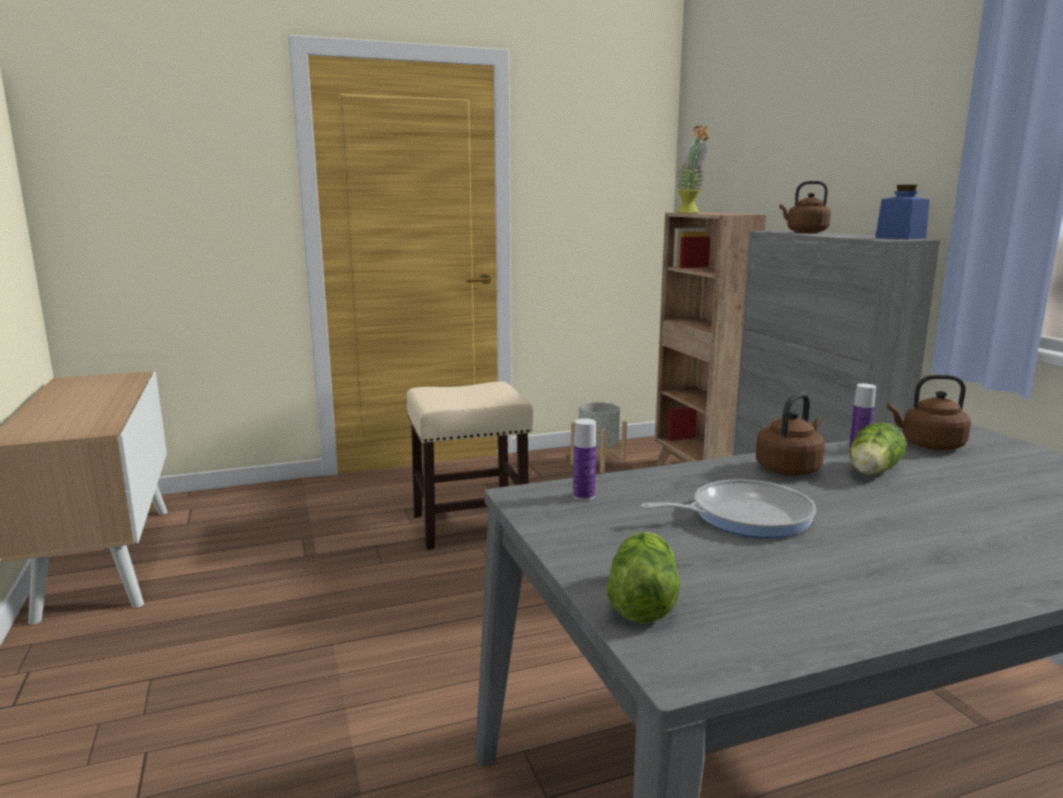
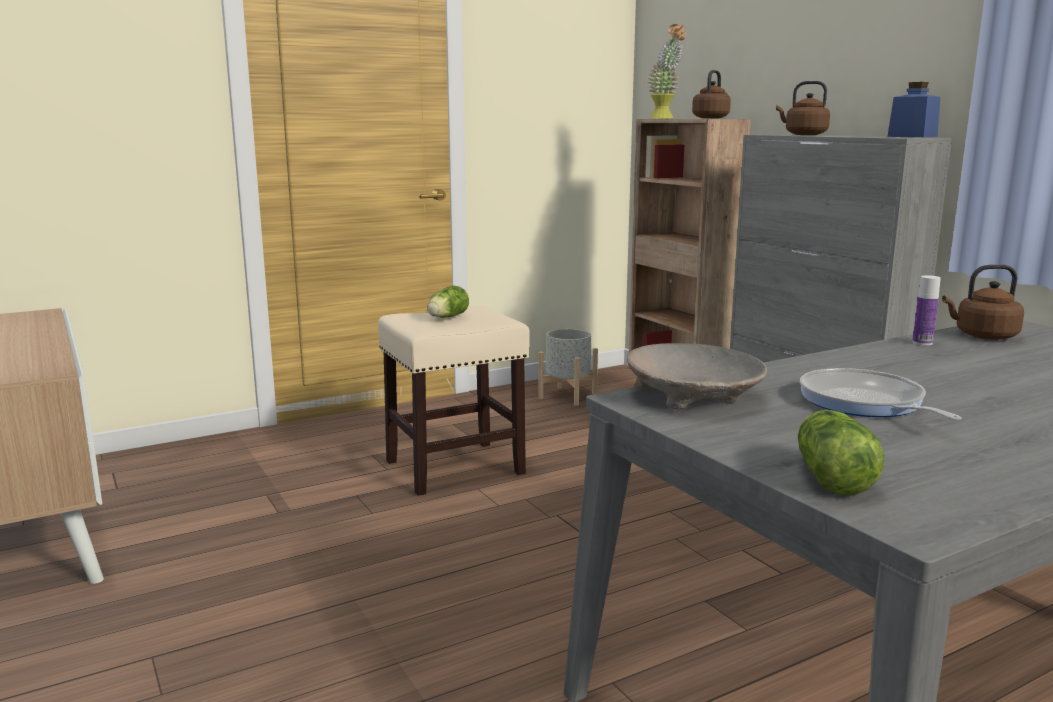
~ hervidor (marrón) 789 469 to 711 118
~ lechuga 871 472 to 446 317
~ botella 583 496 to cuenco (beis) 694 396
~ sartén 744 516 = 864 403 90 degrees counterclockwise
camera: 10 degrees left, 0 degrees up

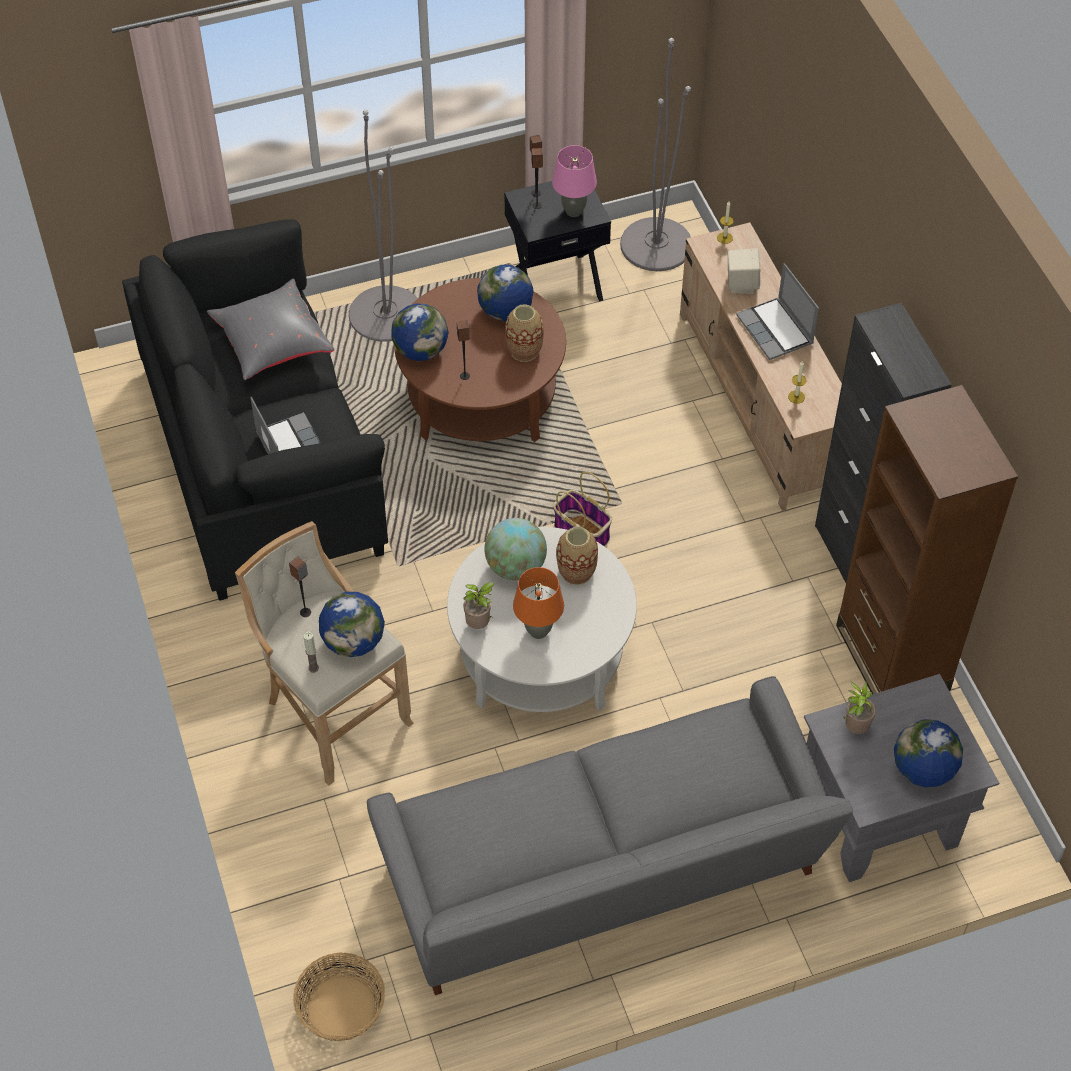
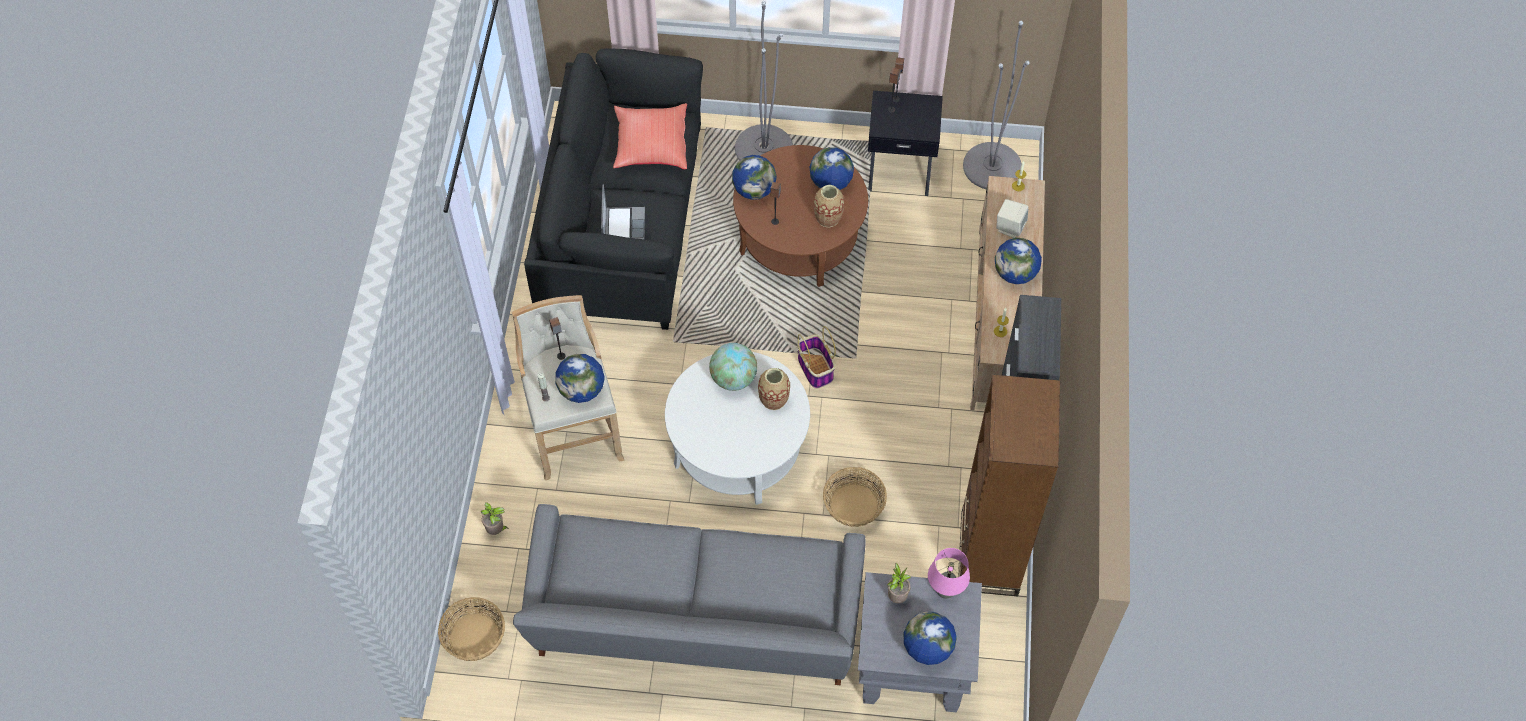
- lámpara de mesa (naranja) 538 631
+ cesta 853 505
~ planta en maceta 479 624 to 496 530
~ lámpara de mesa (rosa) 573 211 to 945 591
~ portátil 776 330 to globo terráqueo 1015 274
~ cojín (gris) 272 344 to cojín (rojo) 651 146
camera: 25 degrees right, 5 degrees up

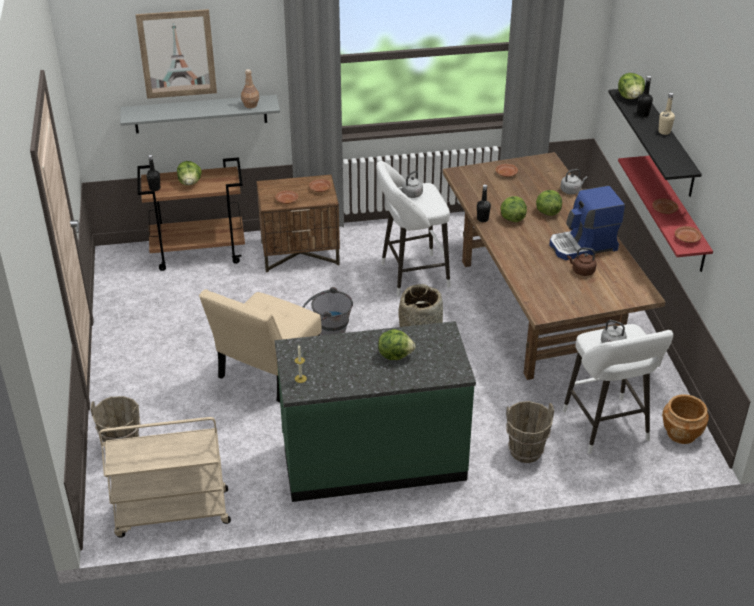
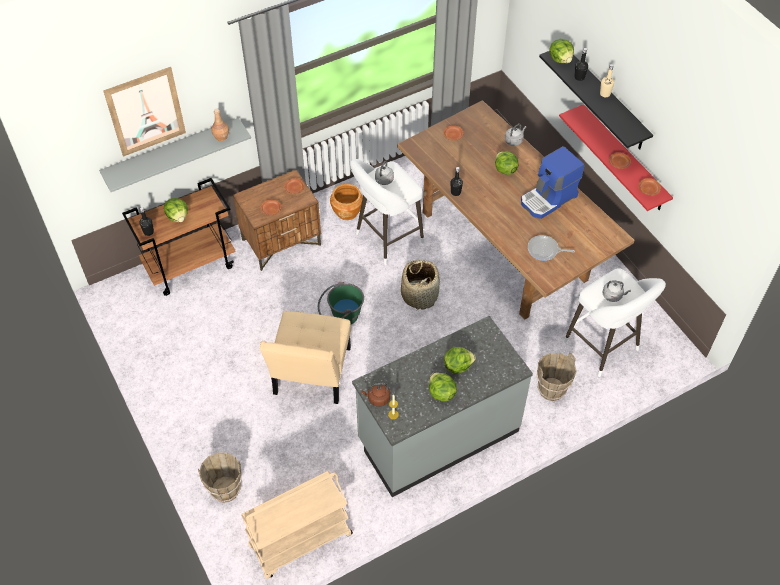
+ sartén 544 250
~ lechuga 512 218 to 441 393
~ hervidor (marrón) 582 271 to 377 398
~ maceta (marrón) 681 433 to 347 212
~ mueble bajo de cocina (verde) 373 459 to mueble bajo de cocina (gris) 438 435
~ cubo (gris) 326 329 to cubo (verde) 341 317
camera: 20 degrees left, 15 degrees up

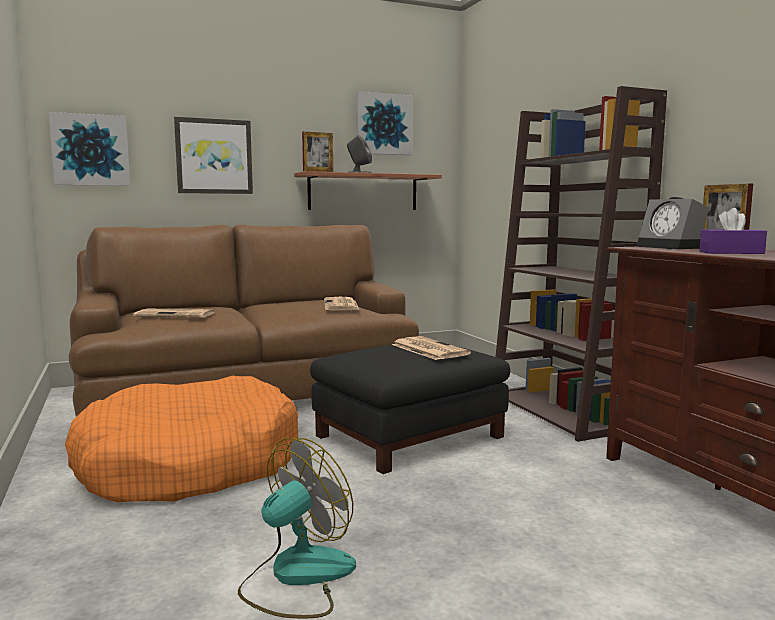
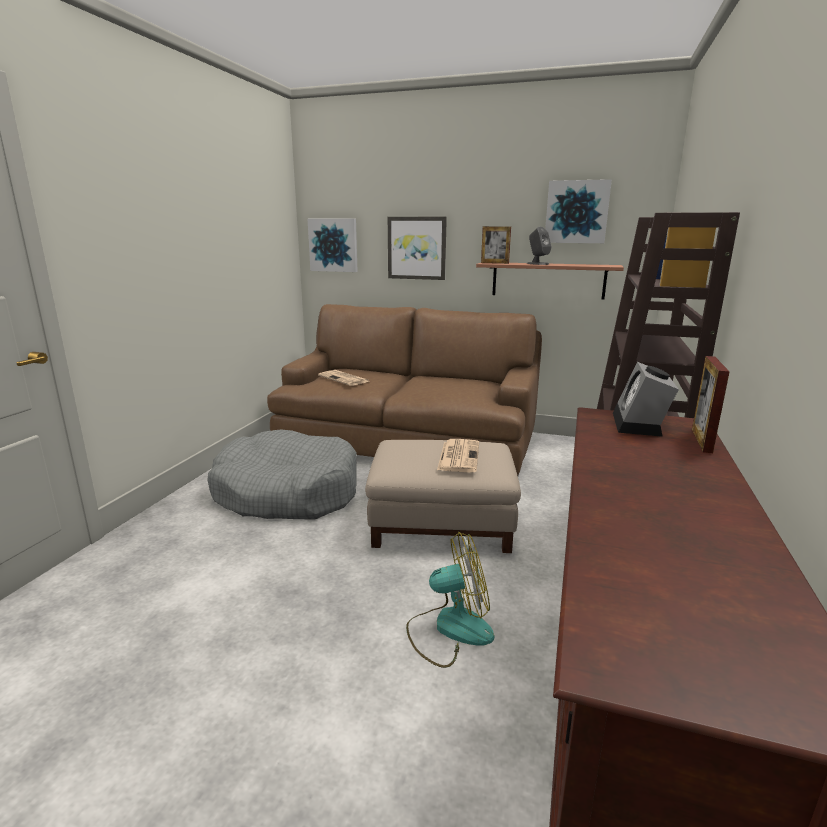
- periódico 341 305
- caja de pañuelos (morado) 731 252
~ ventilador 297 576 to 449 629
~ cama para perro (naranja) 189 465 to cama para perro (gris) 287 492
~ puf (negro) 409 436 to puf (beis) 442 522
camera: 40 degrees right, 10 degrees up

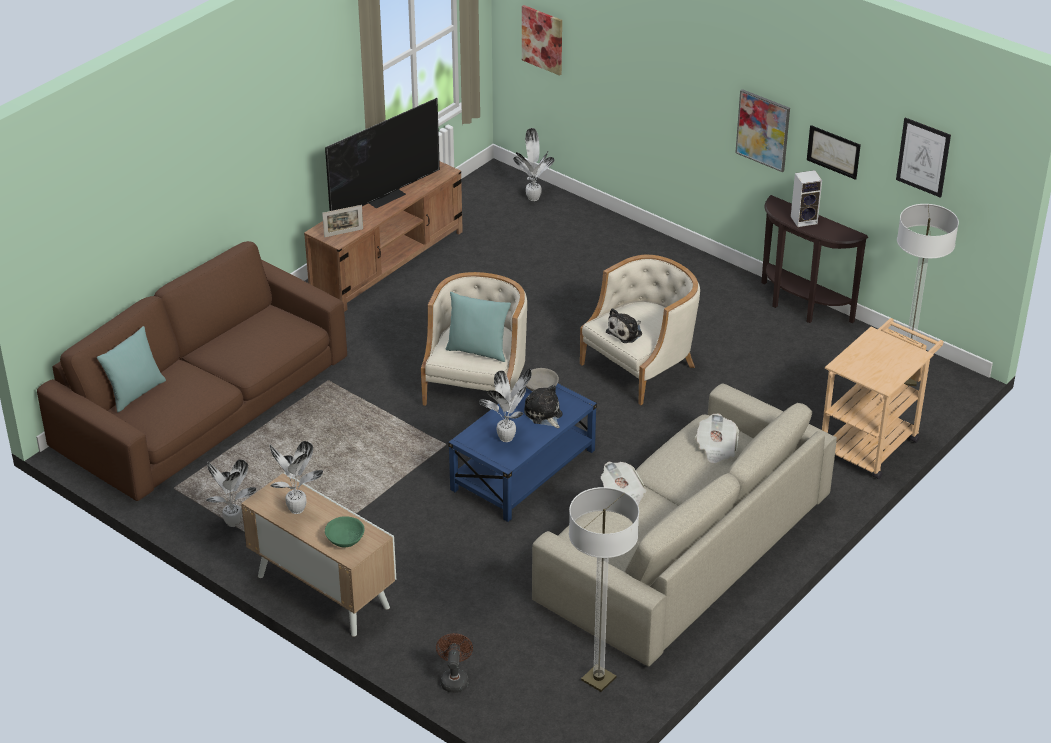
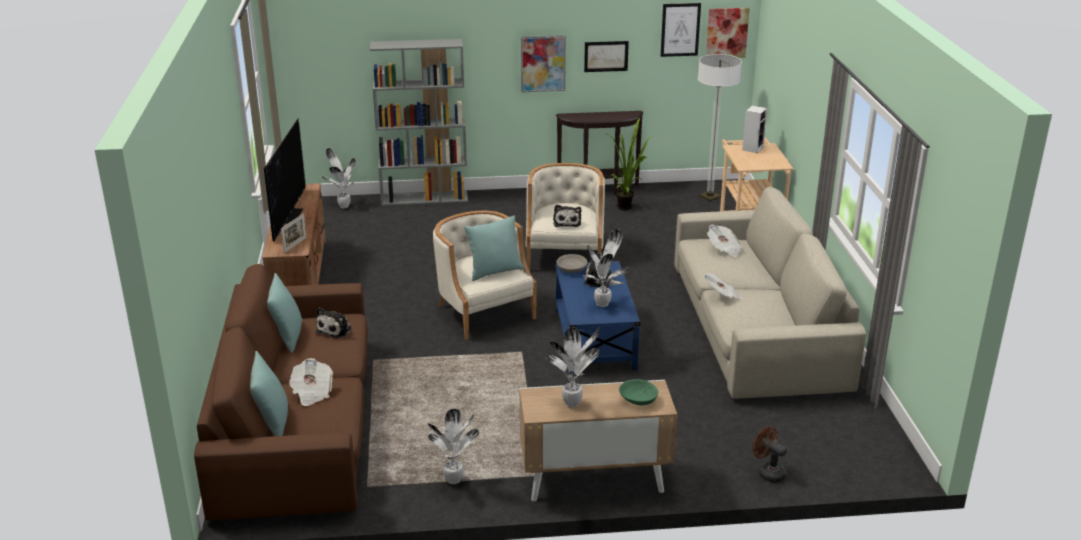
- lámpara de pie 598 679
+ cojín (turquesa) 287 337
+ periódico 312 392
+ peluche 335 330
+ estantería (gris) 425 198
+ planta en maceta 627 206
~ cuadro 542 39 to 726 33
~ altavoz 804 219 to 752 148
camera: 45 degrees left, 10 degrees down

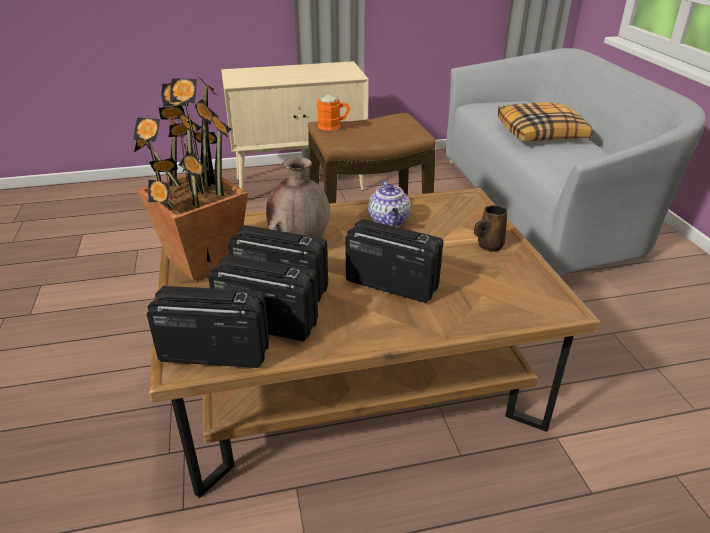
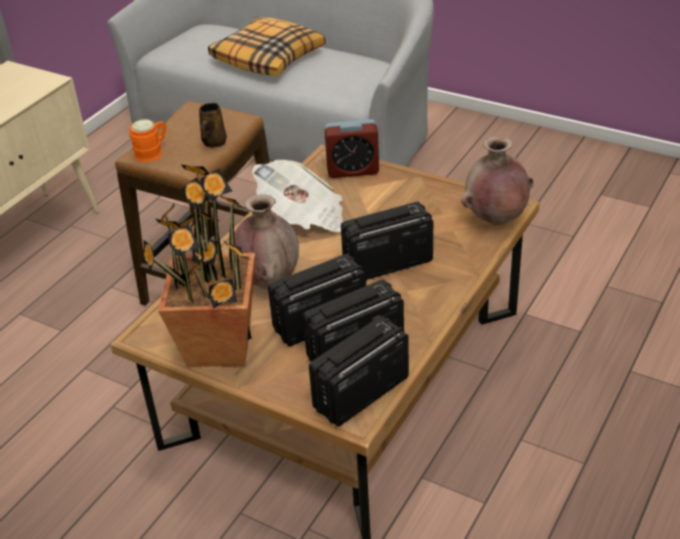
+ despertador 353 170
+ florero (marrón) 495 219
~ taza grande (marrón) 488 246 to 213 143
~ tetera 389 221 to periódico 303 217
camera: 45 degrees left, 5 degrees up

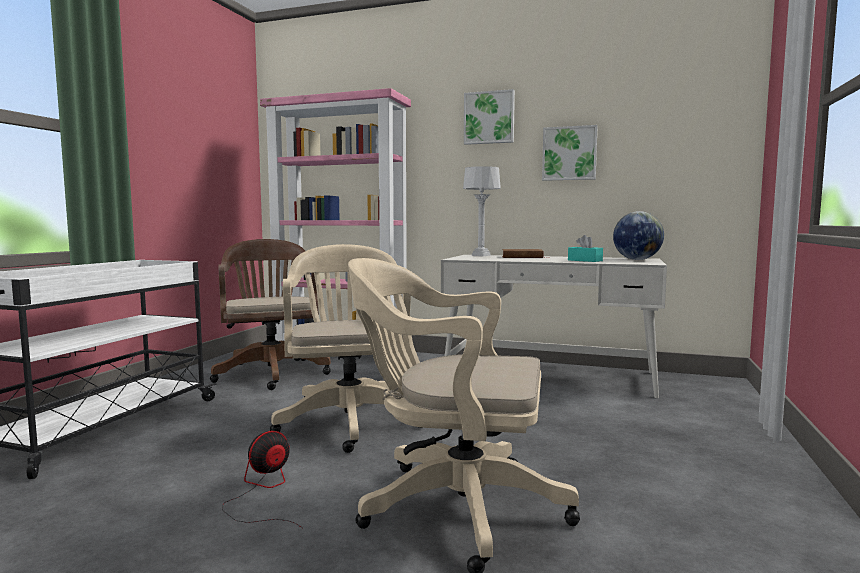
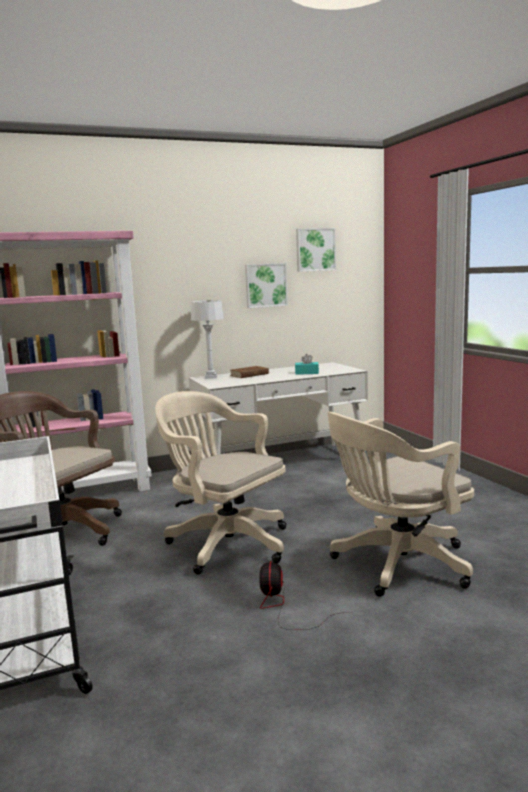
- globo terráqueo 637 259
~ cuadro 489 118 to 315 250
camera: 40 degrees left, 5 degrees up

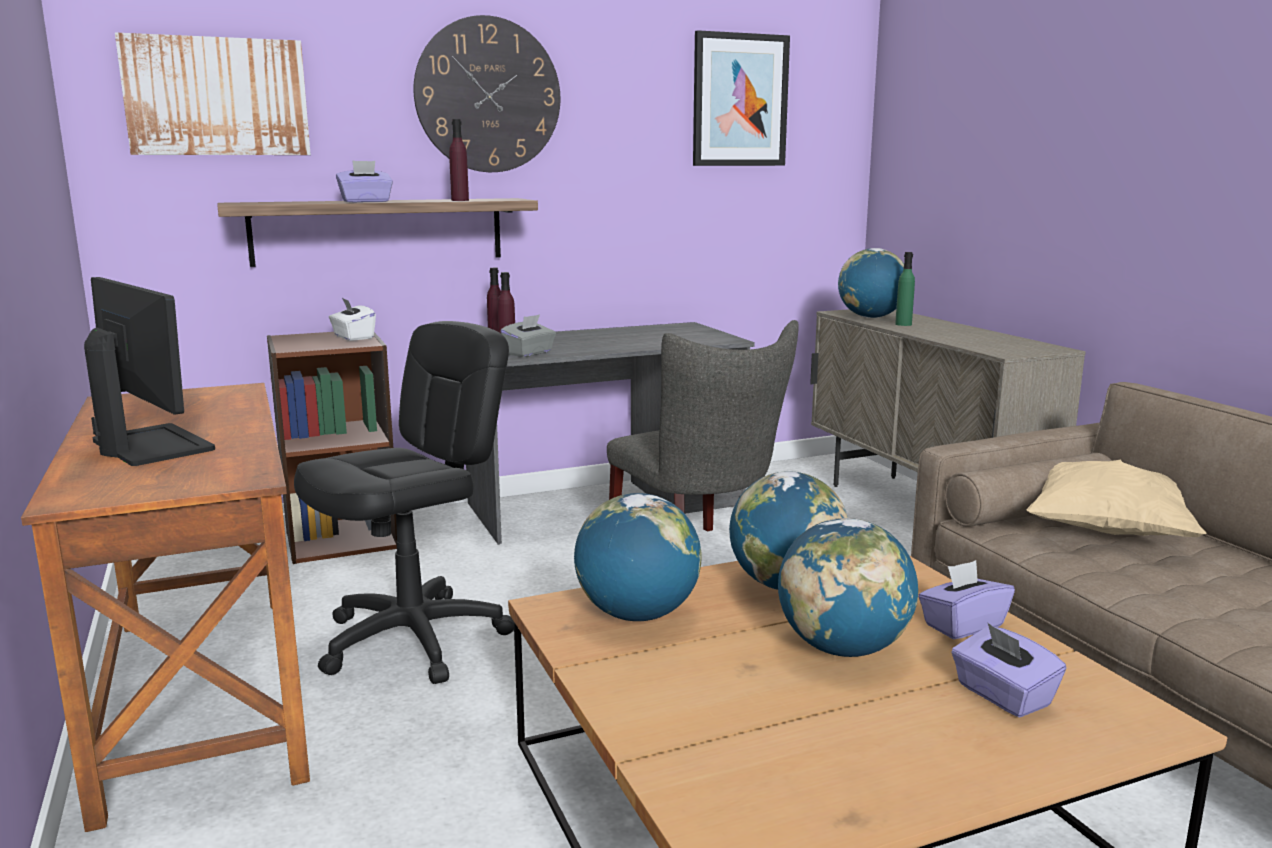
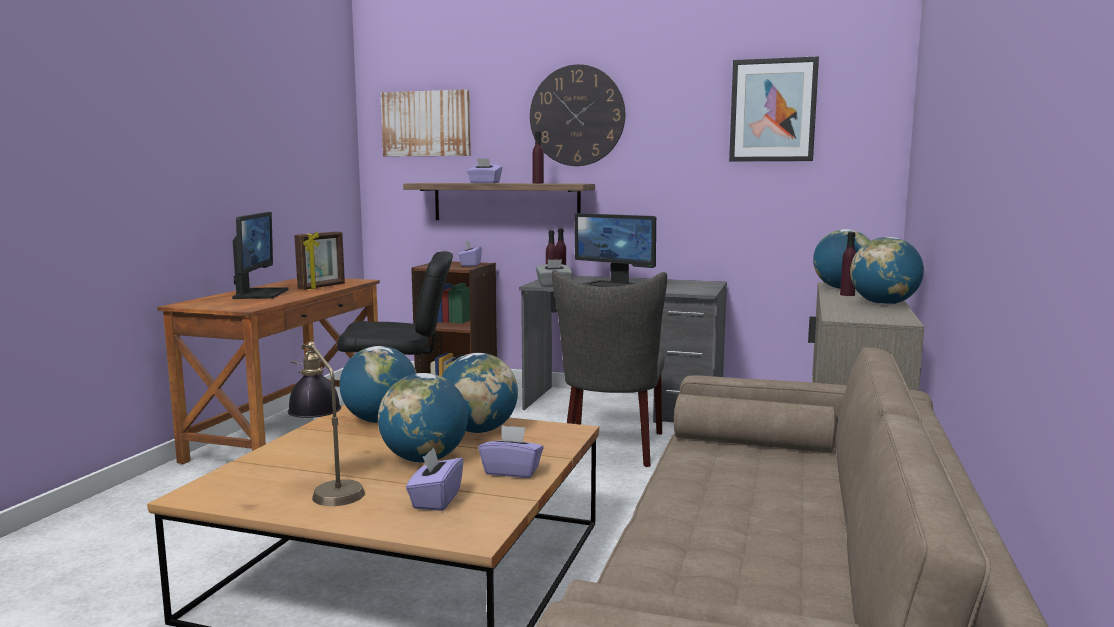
- cojín (beis) 1105 531
+ lámpara de mesa 328 488
+ portarretratos 322 287
+ monitor 613 285
+ globo terráqueo 884 304
~ caja de pañuelos (blanco) 353 337 to caja de pañuelos (morado) 470 265
~ botella (verde) 903 324 to botella (morado) 847 295
camera: 40 degrees right, 5 degrees down

